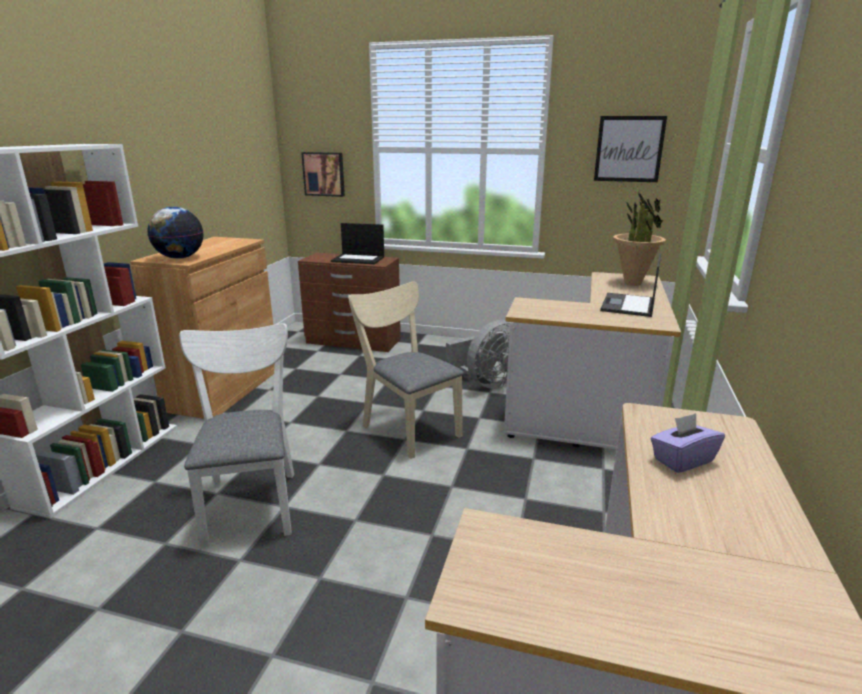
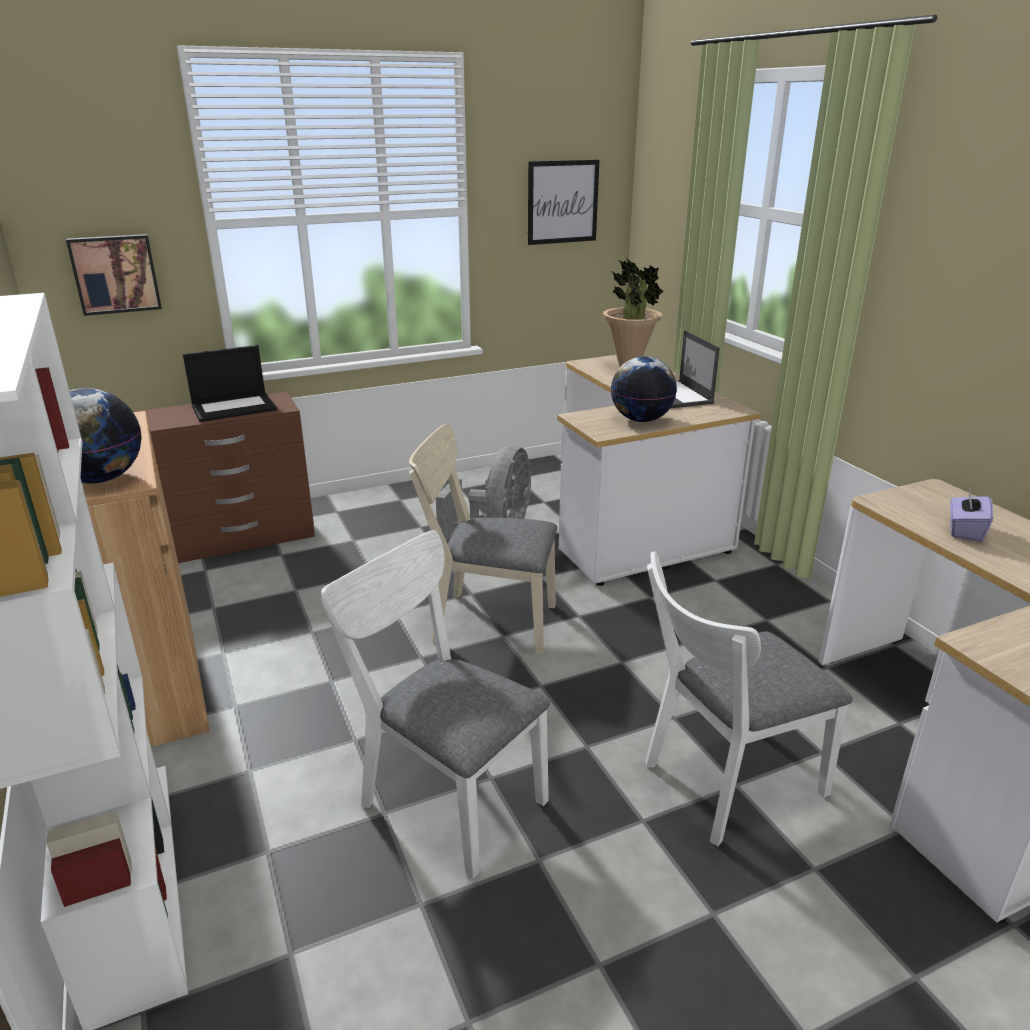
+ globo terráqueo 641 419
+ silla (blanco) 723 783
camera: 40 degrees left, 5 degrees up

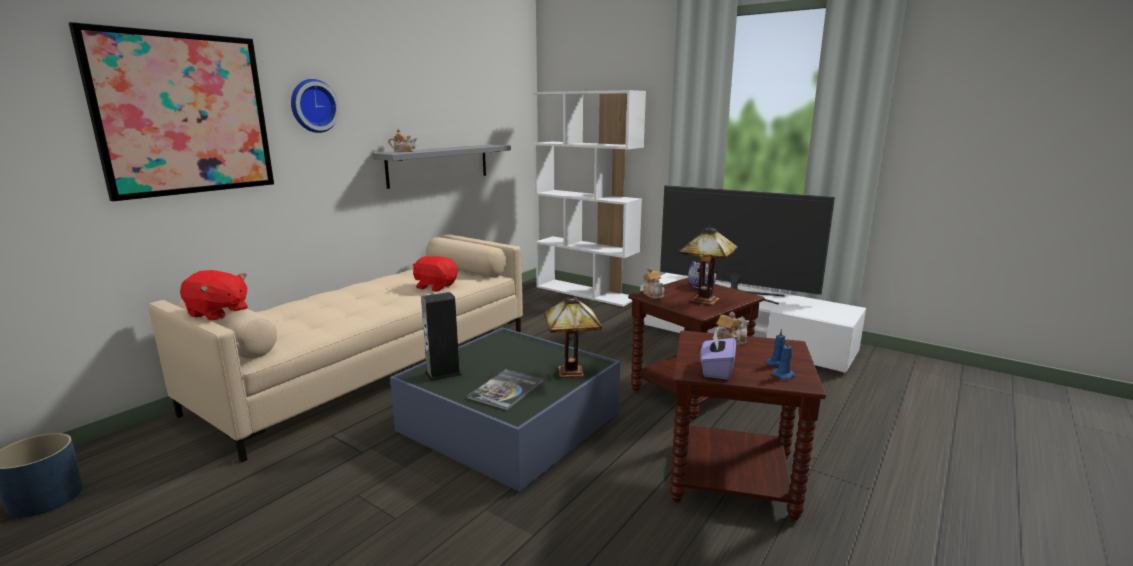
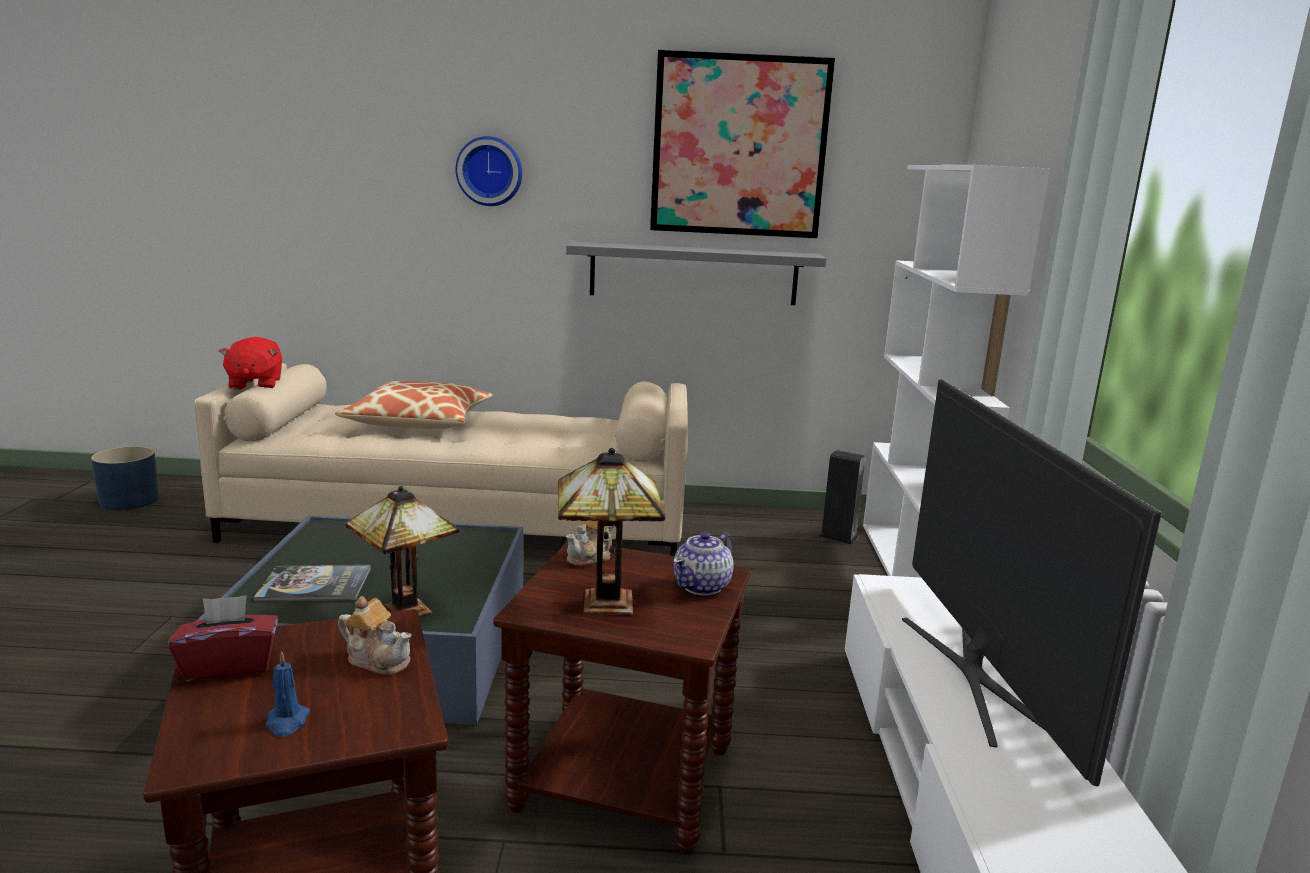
- tetera 404 151
- peluche (rojo) 435 286
- vela (azul) 784 375
+ cojín 419 421
~ cuadro 184 114 to 739 146
~ altavoz 443 374 to 838 536
~ caja de pañuelos (morado) 716 370 to caja de pañuelos (rojo) 229 666
camera: 55 degrees right, 0 degrees up

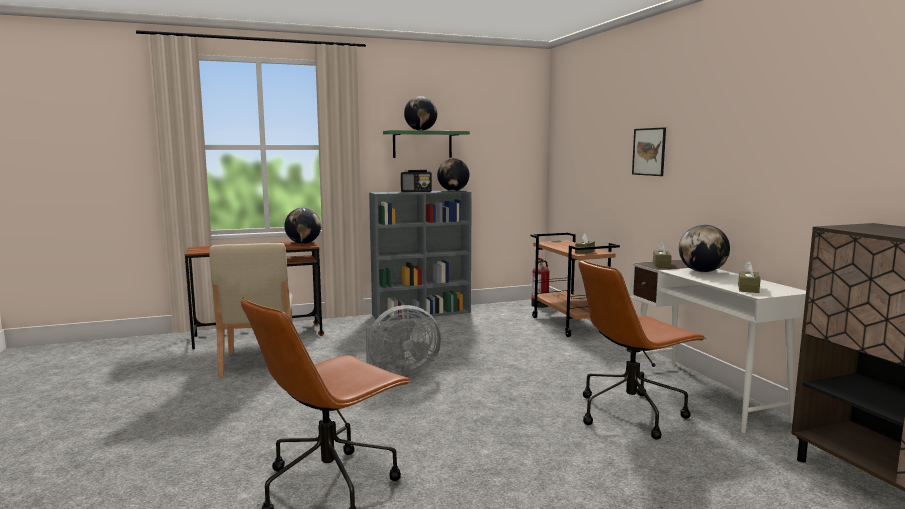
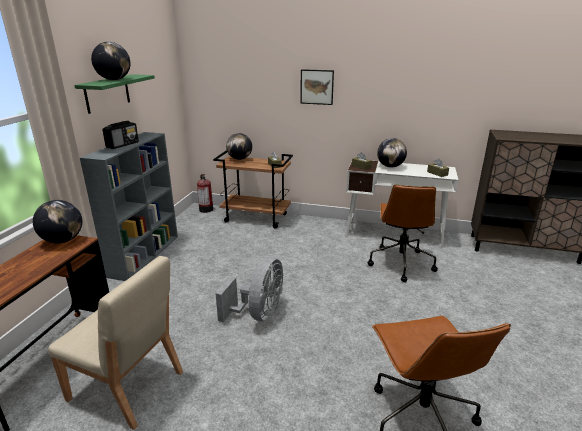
~ globo terráqueo 453 191 to 239 159
camera: 55 degrees left, 15 degrees up

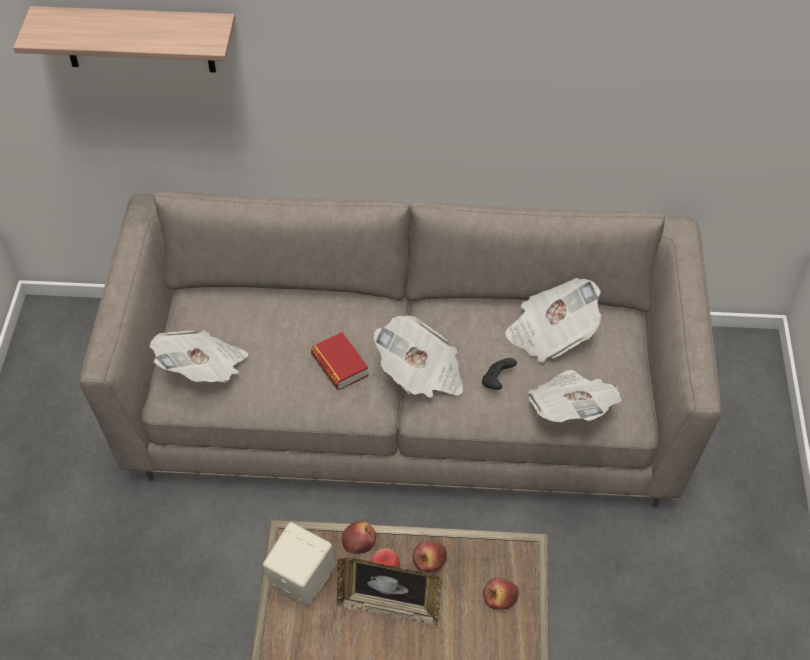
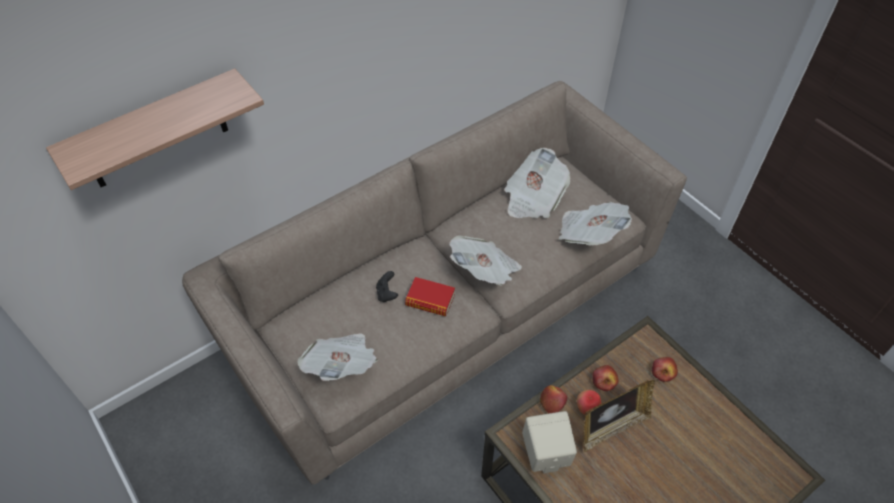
~ mando de consola (negro) 497 381 to 387 294
camera: 40 degrees left, 0 degrees up

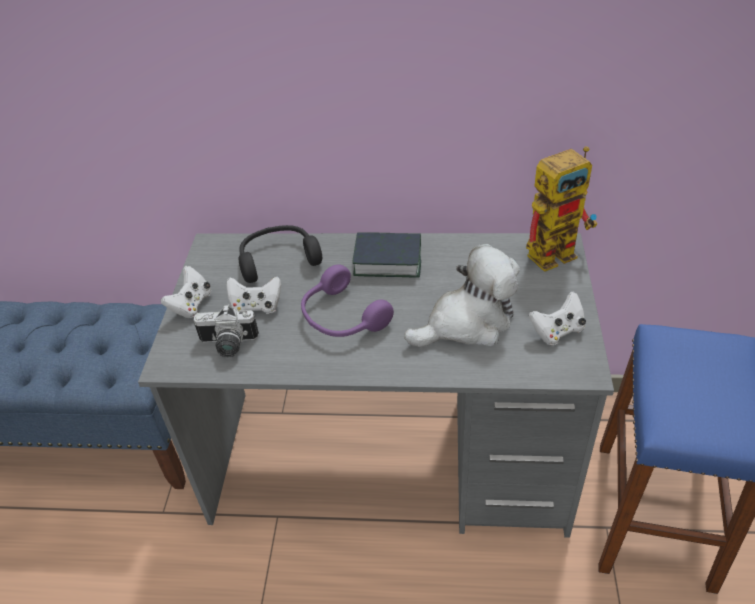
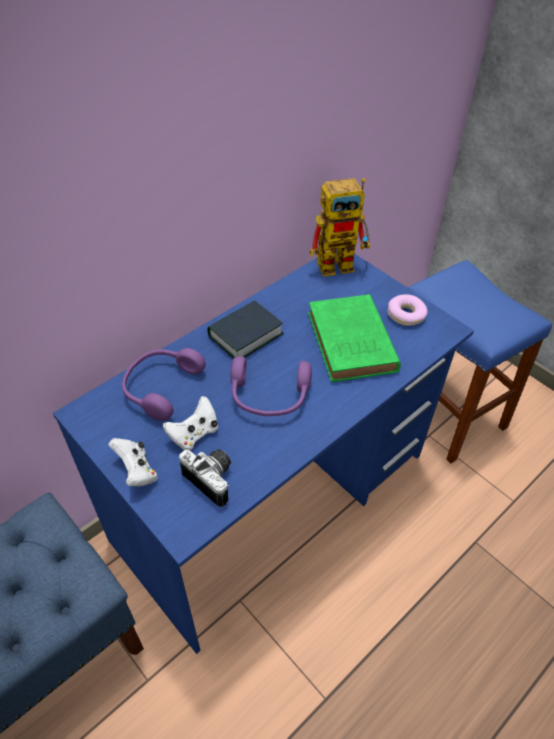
~ peluche 467 323 to libro (verde) 352 344
~ mando de consola (blanco) 557 331 to rosquilla 406 315
~ escritorio (gris) 390 461 to escritorio (azul) 273 497
~ auriculares (negro) 278 259 to auriculares (morado) 160 387
~ cámara 228 345 = 213 478 90 degrees counterclockwise
~ robot de juguete 557 250 = 342 263 60 degrees clockwise
camera: 50 degrees left, 5 degrees up

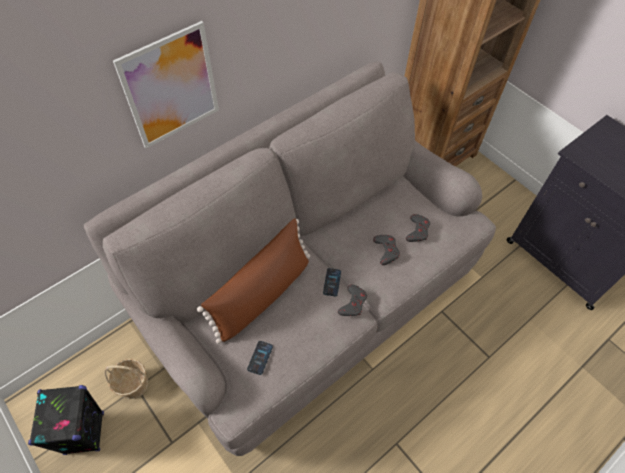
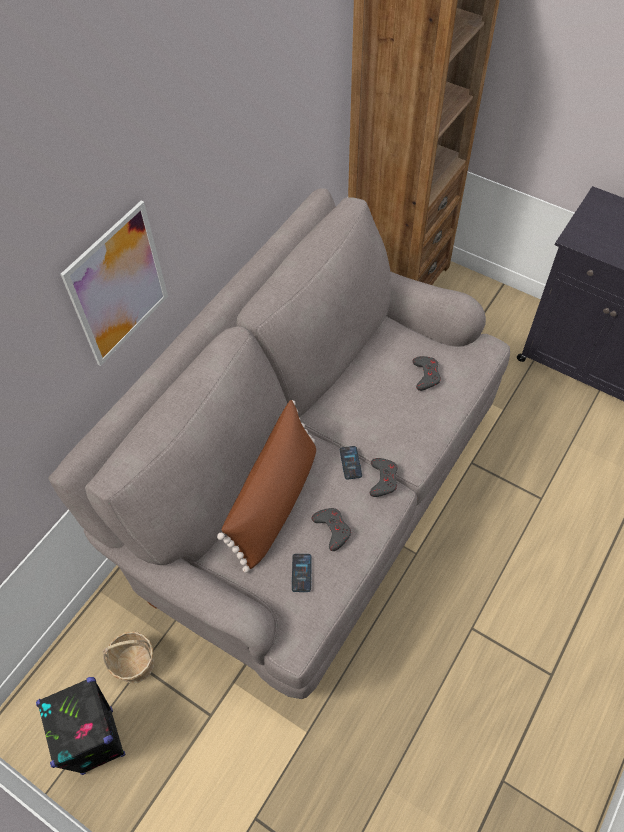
~ mando de consola (gris) 386 250 to 332 529
camera: 15 degrees left, 0 degrees up

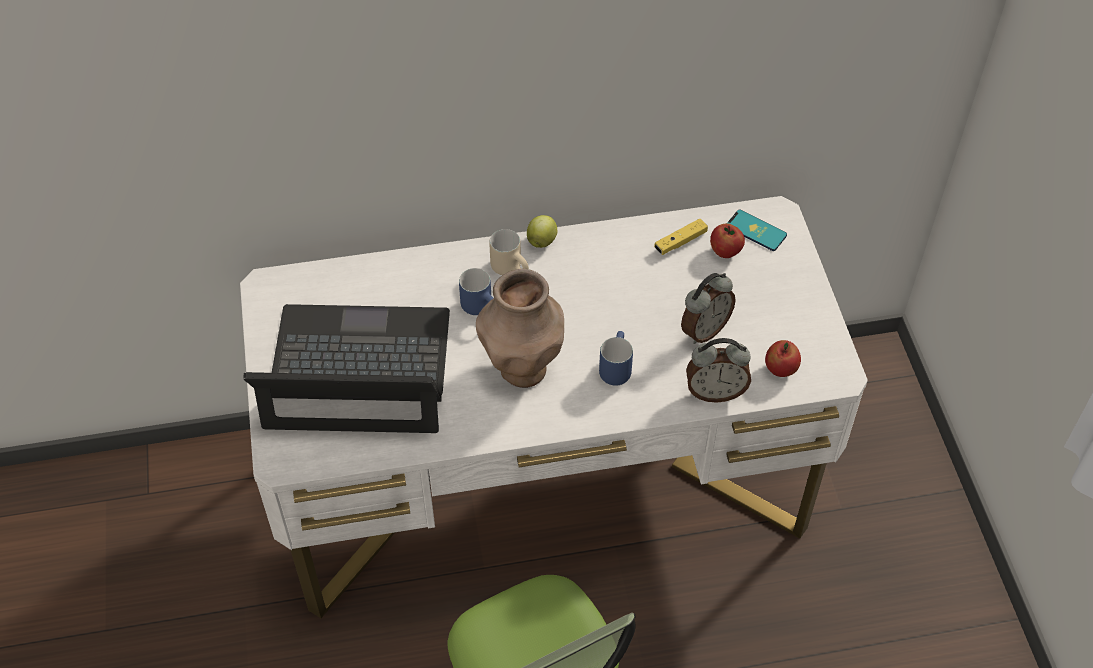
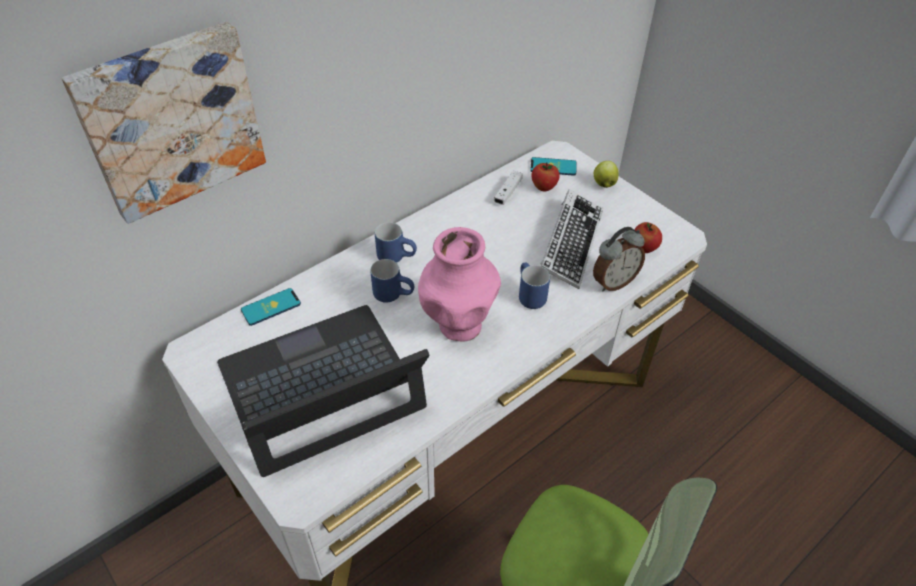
+ cuadro 171 120
+ móvil 271 307
~ manzana 542 241 to 604 183
~ despertador 704 330 to teclado 571 243
~ florero (marrón) 523 368 to florero (rosa) 459 325
~ taza grande (beis) 512 268 to taza grande (azul) 397 256
~ mando de consola (amarillo) 680 242 to mando de consola (blanco) 508 192
camera: 30 degrees left, 5 degrees down

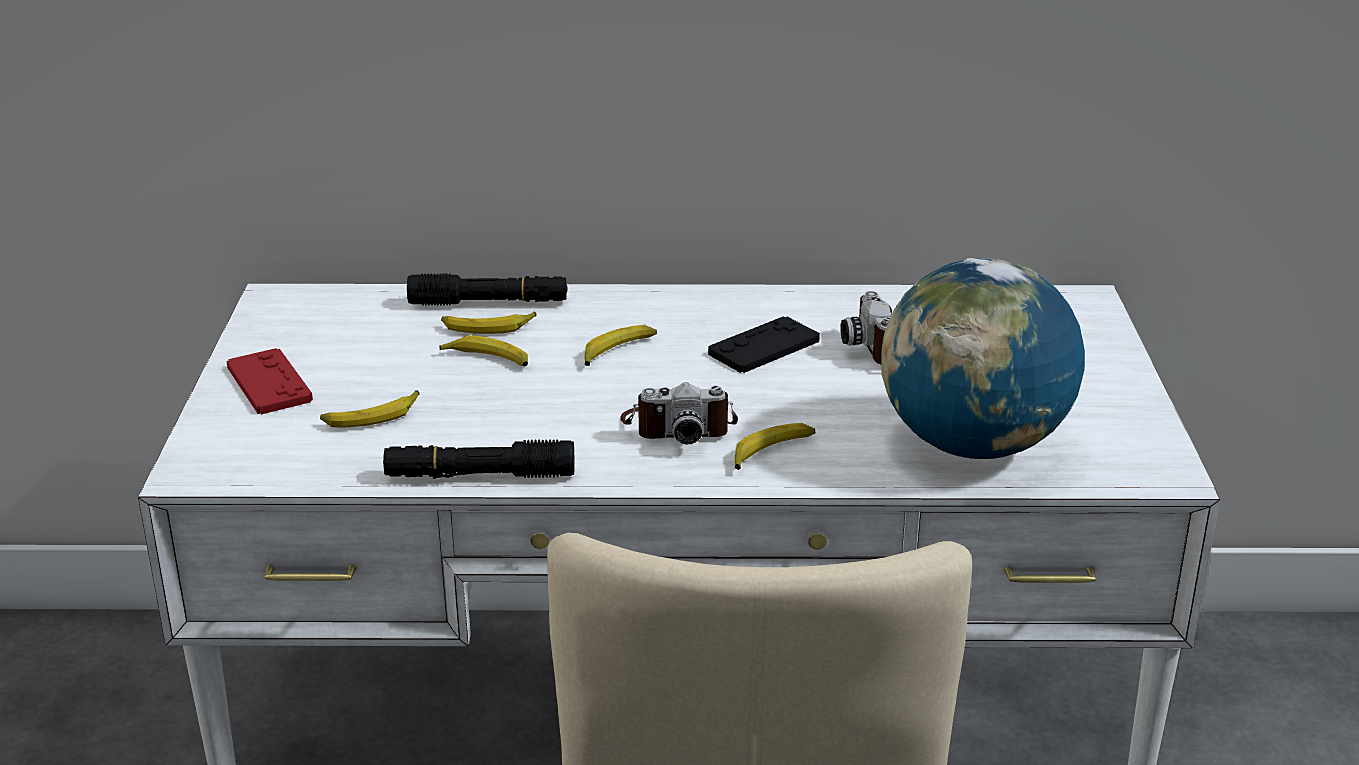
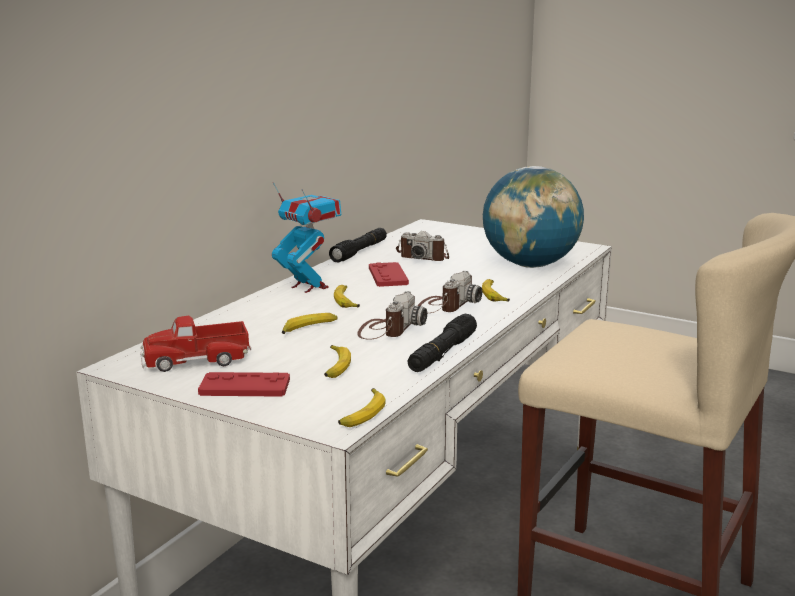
+ camión de juguete 196 360
+ robot de juguete 309 287
+ cámara 388 329
~ linterna (negro) 489 303 to 359 252
~ plátano 488 327 to 363 414
~ mando de consola (negro) 764 347 to mando de consola (rojo) 388 276
camera: 60 degrees left, 10 degrees down

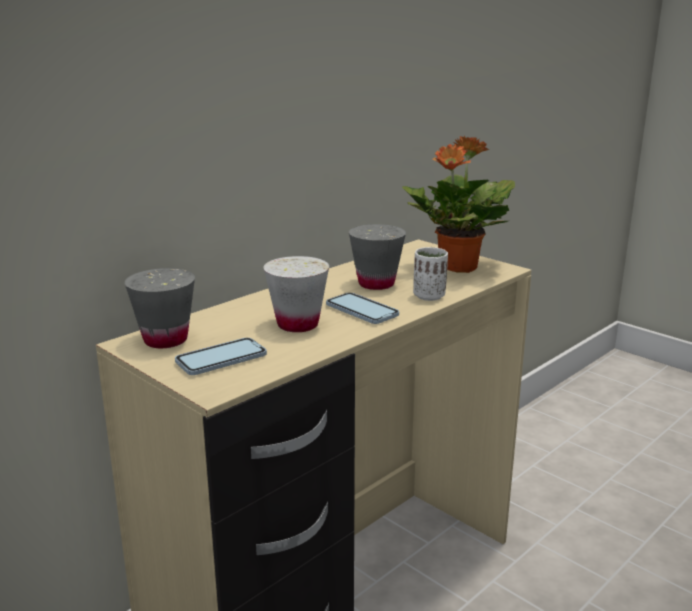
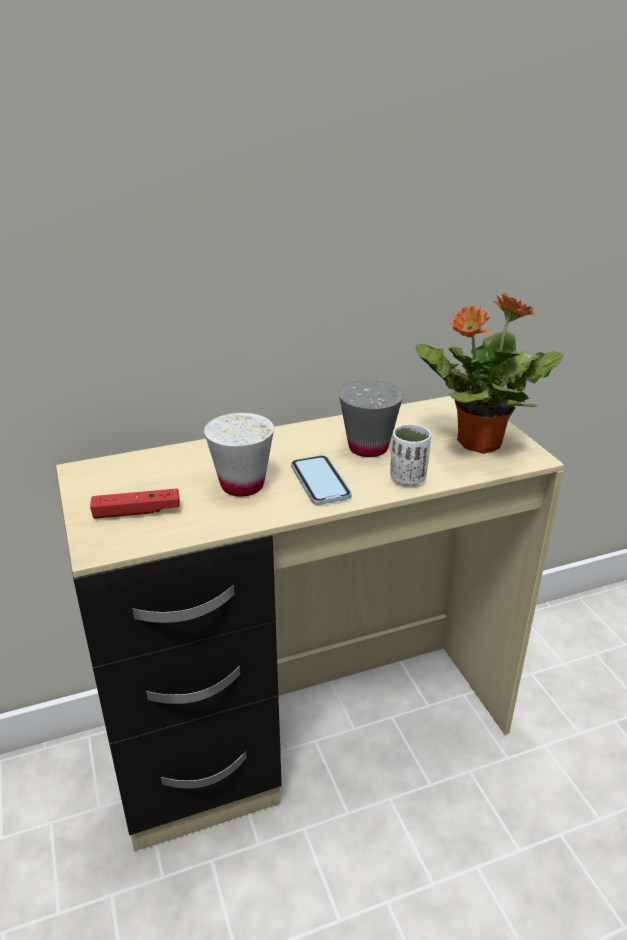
- taza (gris) 165 340
~ móvil 221 359 to mando de consola (rojo) 137 512
camera: 25 degrees right, 10 degrees up

